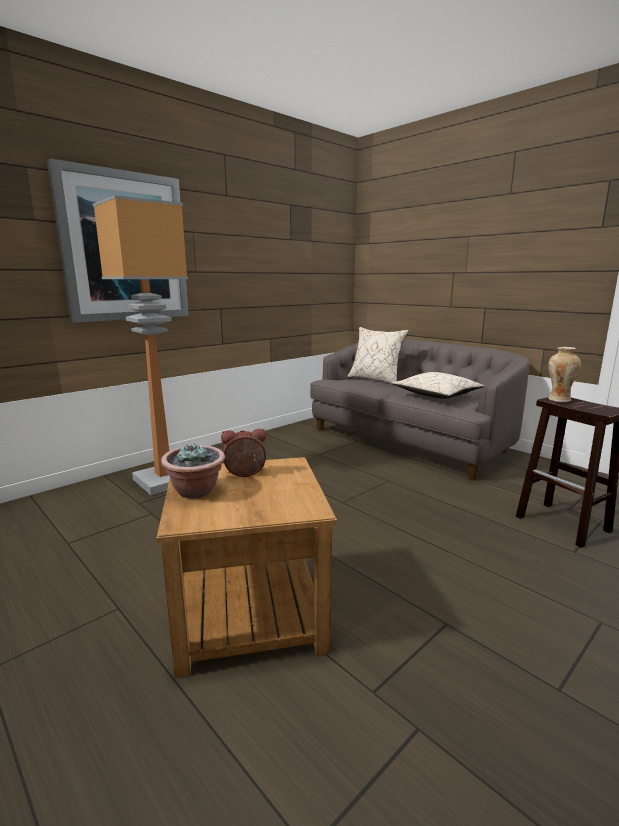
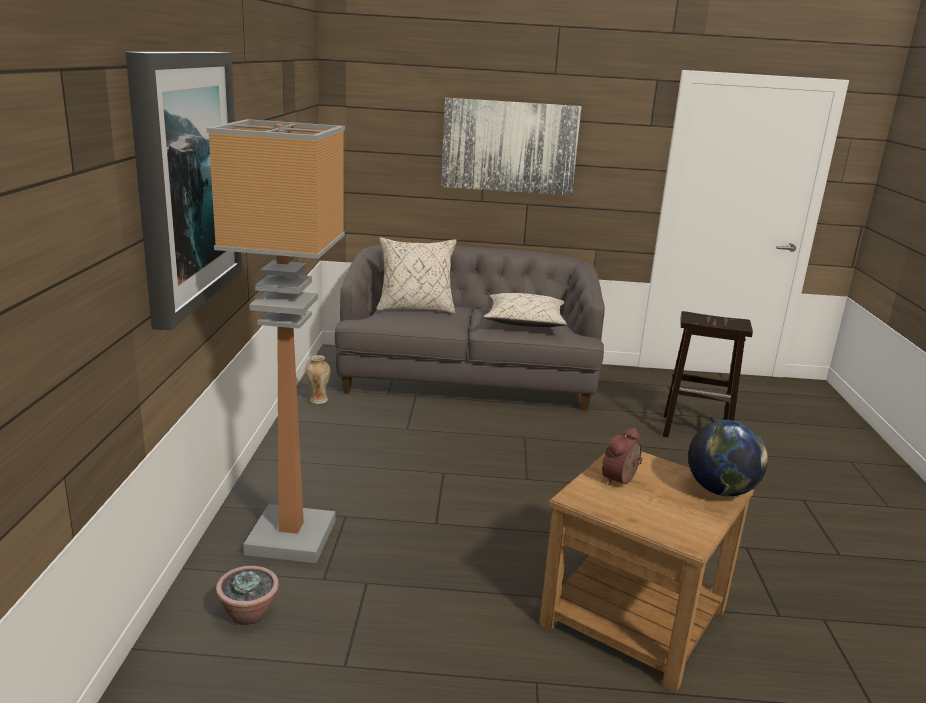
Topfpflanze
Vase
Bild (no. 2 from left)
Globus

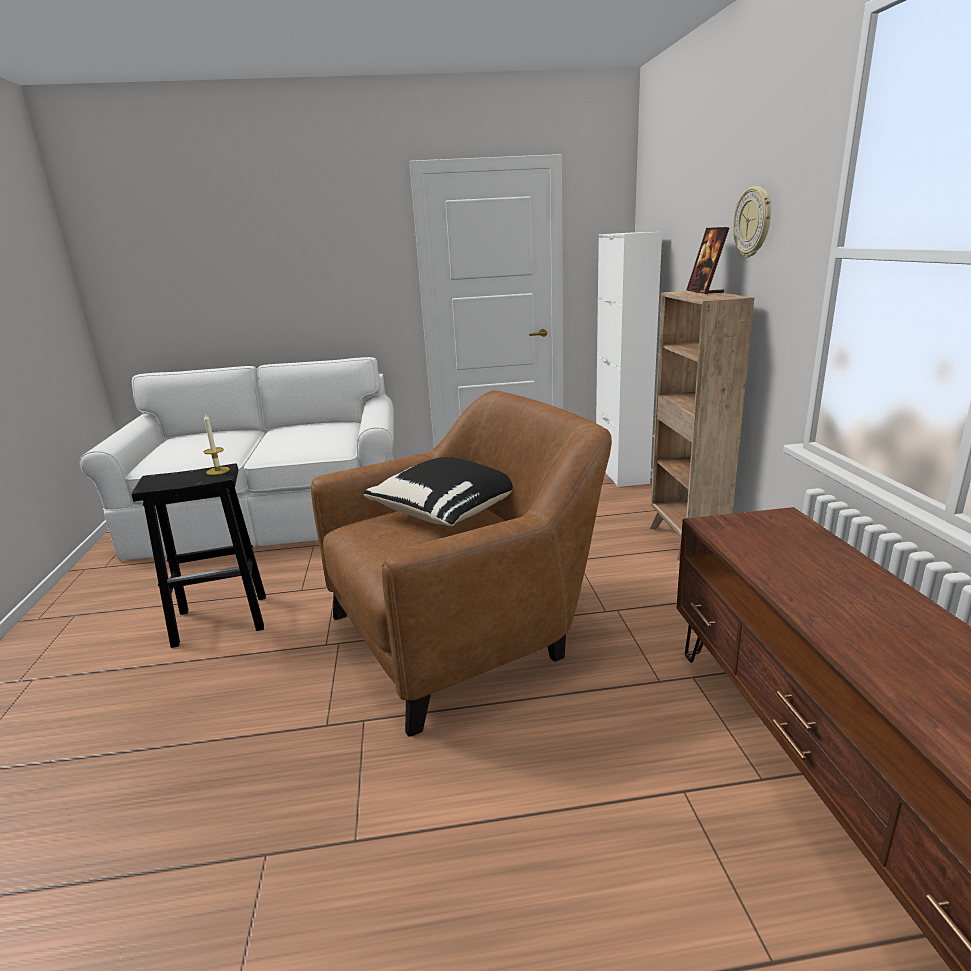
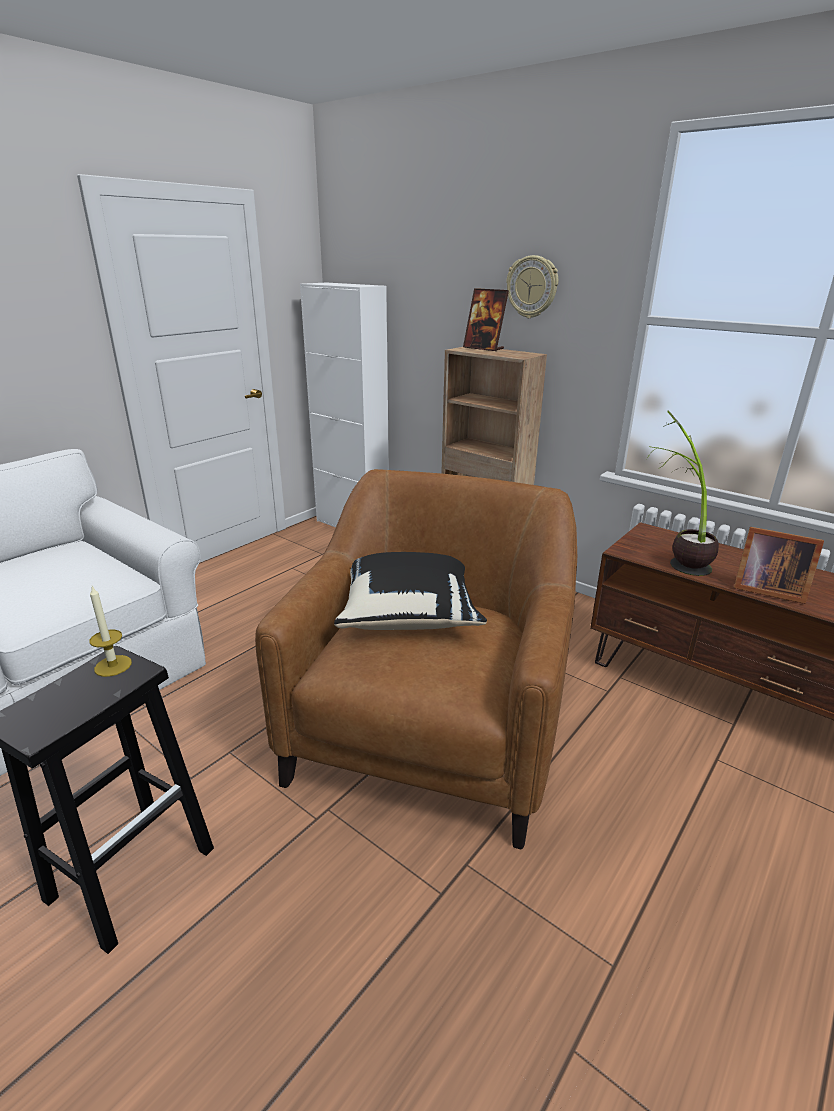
Topfpflanze
Bilderrahmen (no. 2 from left)

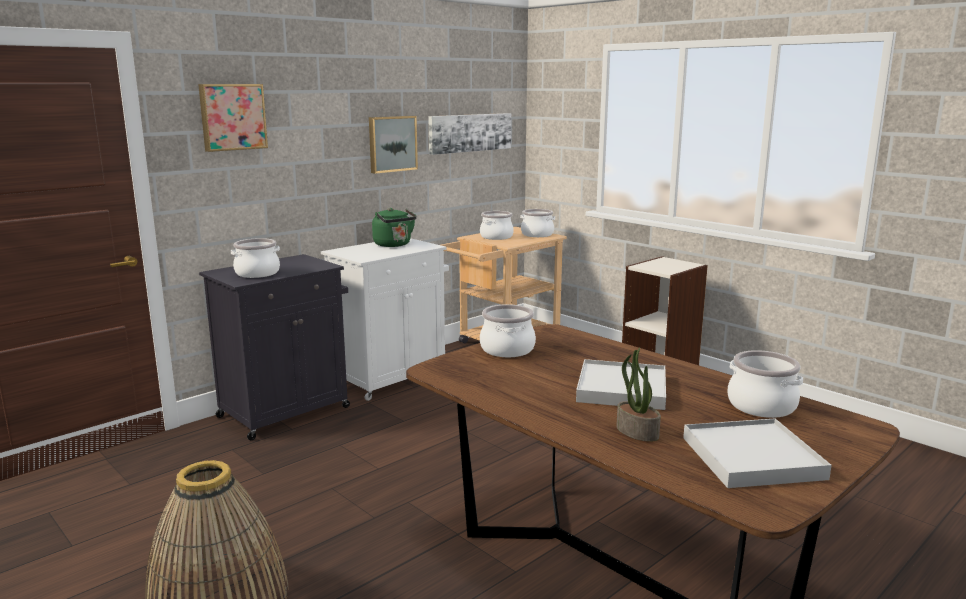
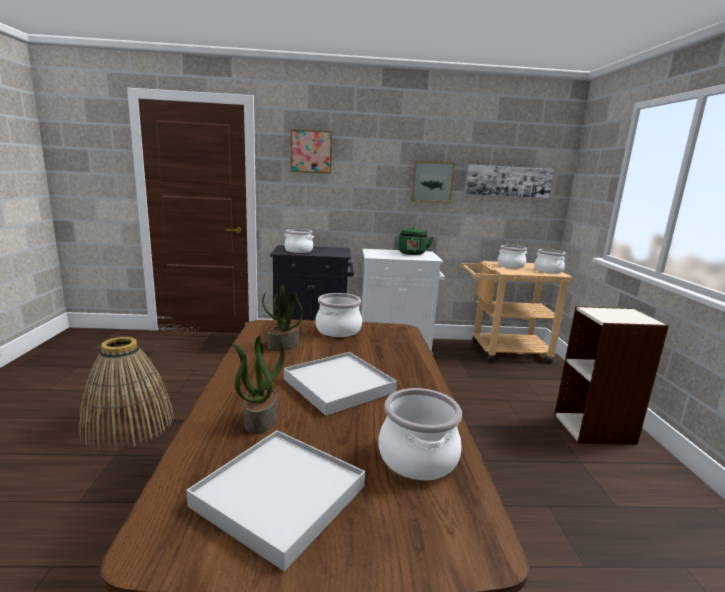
Topfpflanze (no. 2 from left)

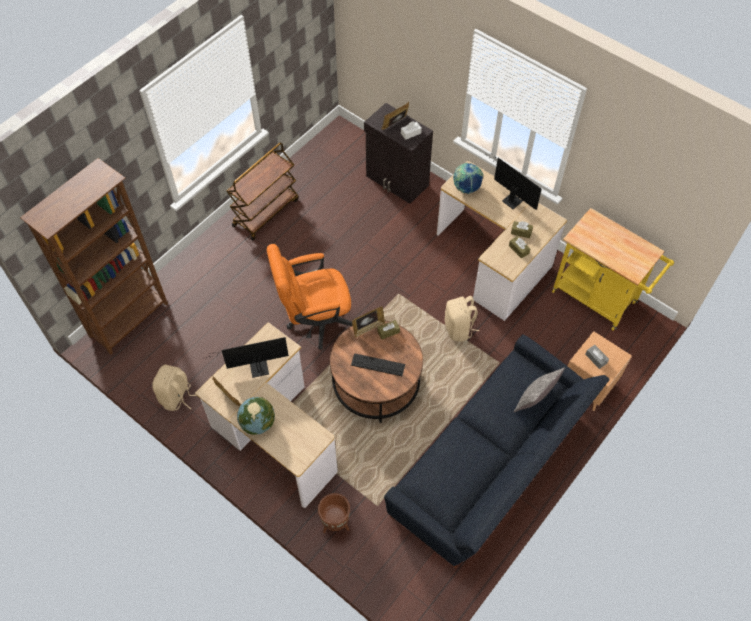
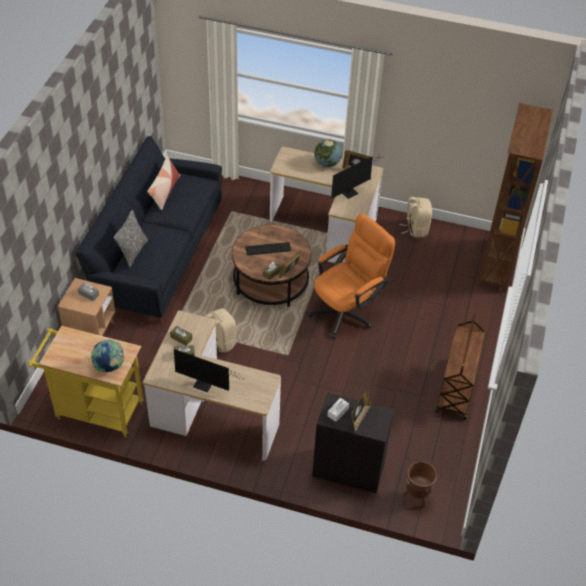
Globus (no. 1 from left)
Kissen (no. 2 from left)
Pflanzkübel (braun)

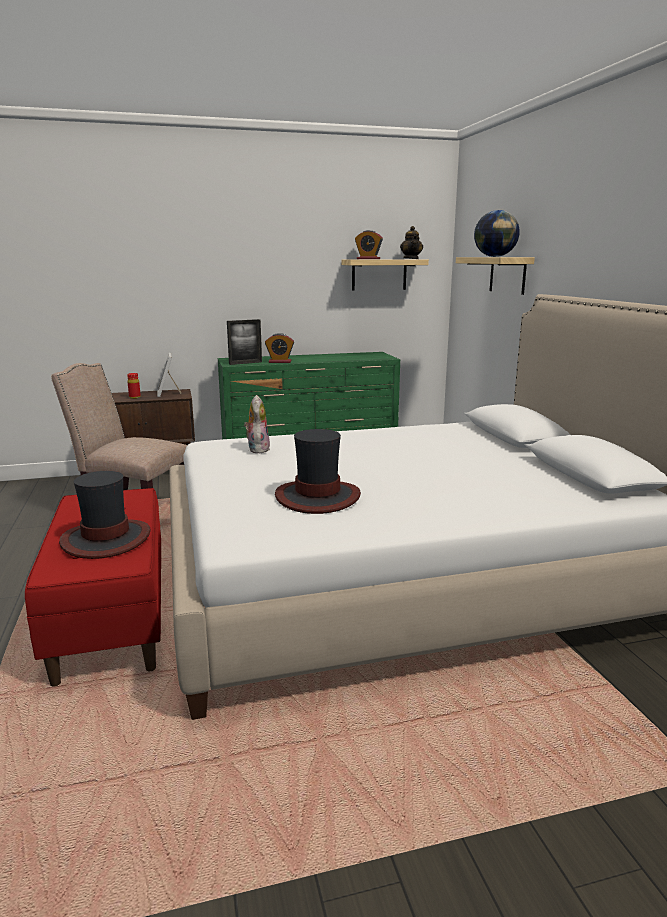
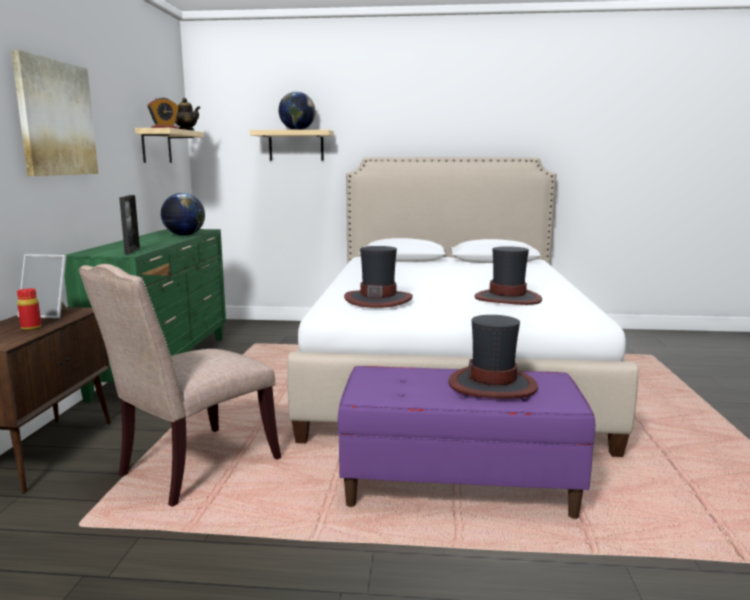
Bild
Globus (no. 1 from left)
Bank (lila)
Hut (no. 1 from left)
Wecker (no. 1 from left in the first image)

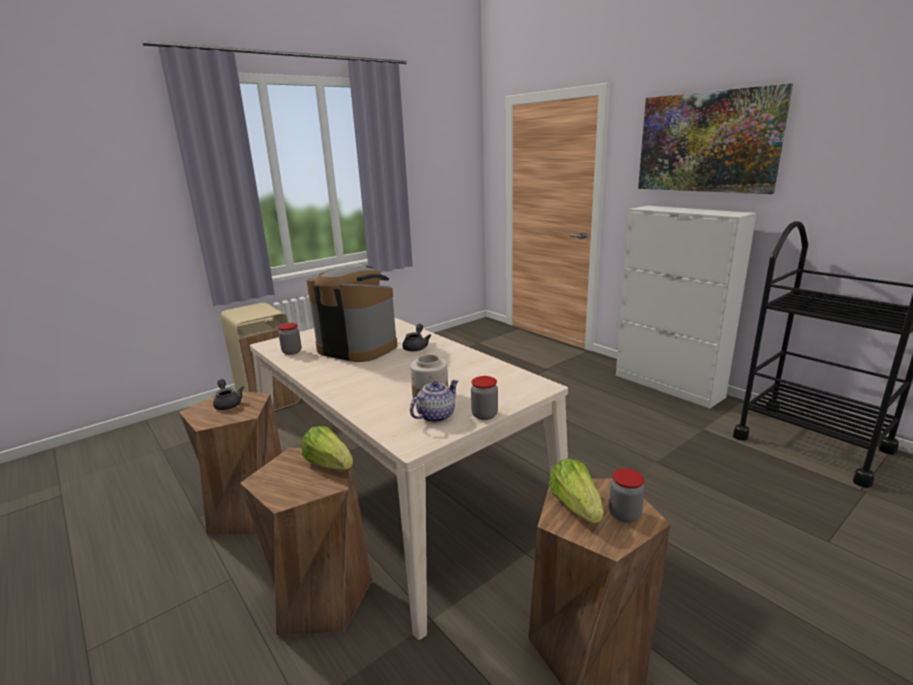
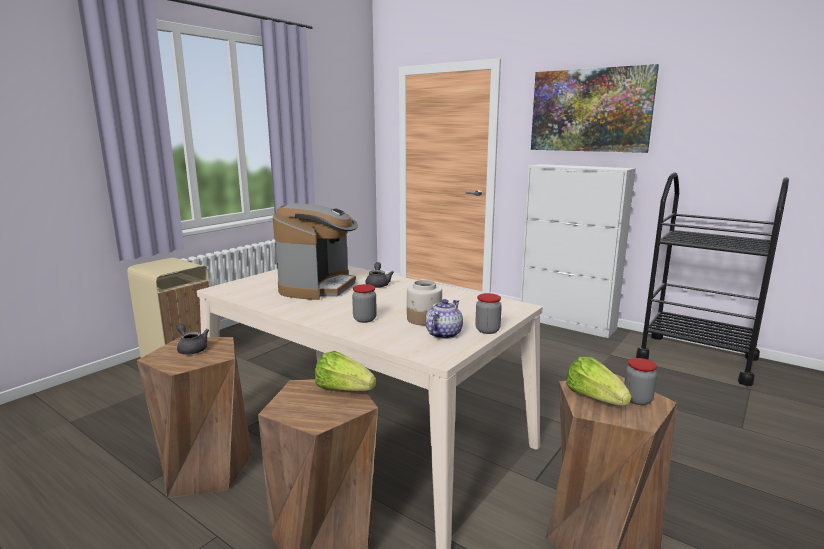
Kaffeemaschine
Vorratsglas (no. 1 from left)

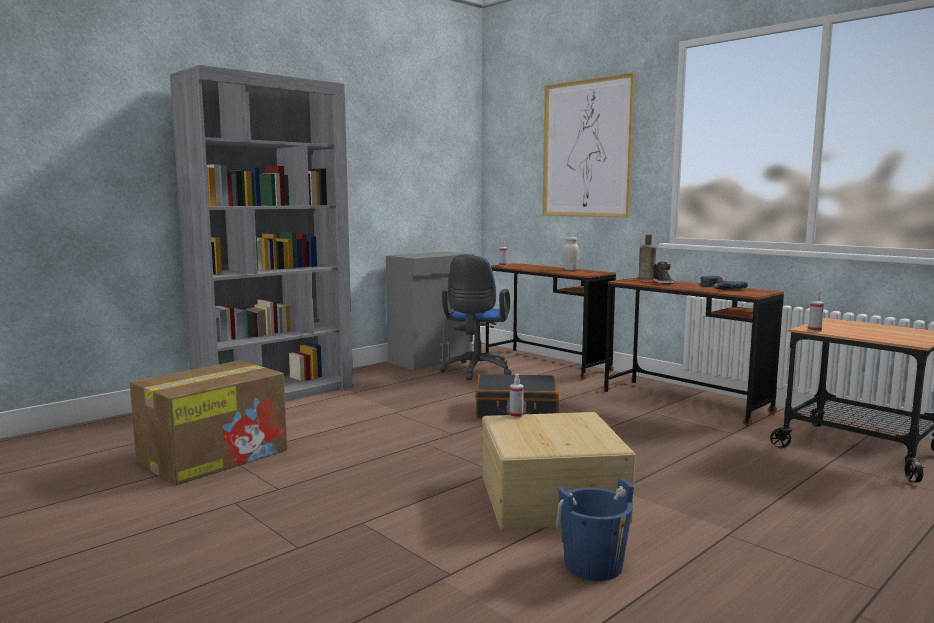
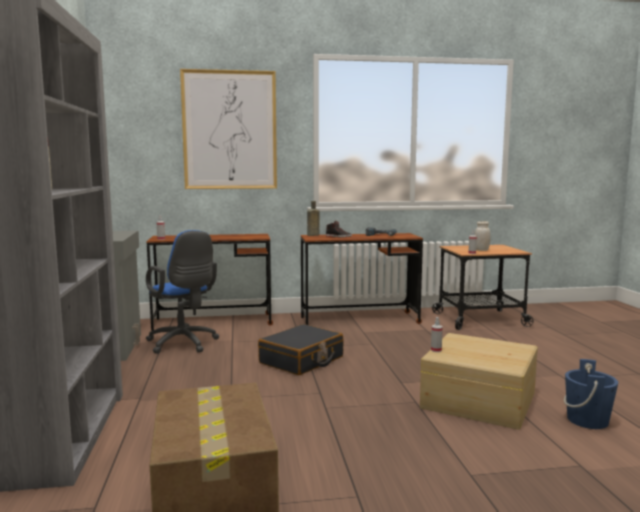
Vorratsglas (weiß)

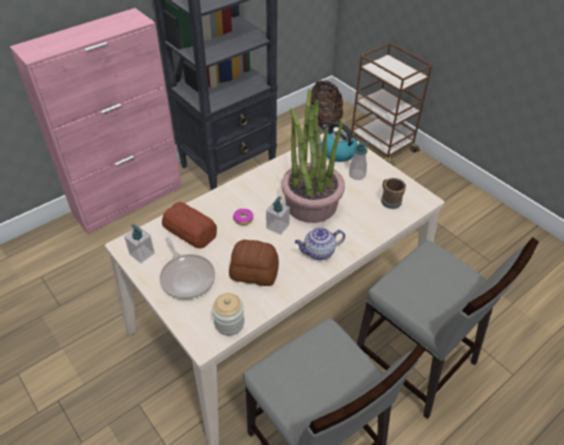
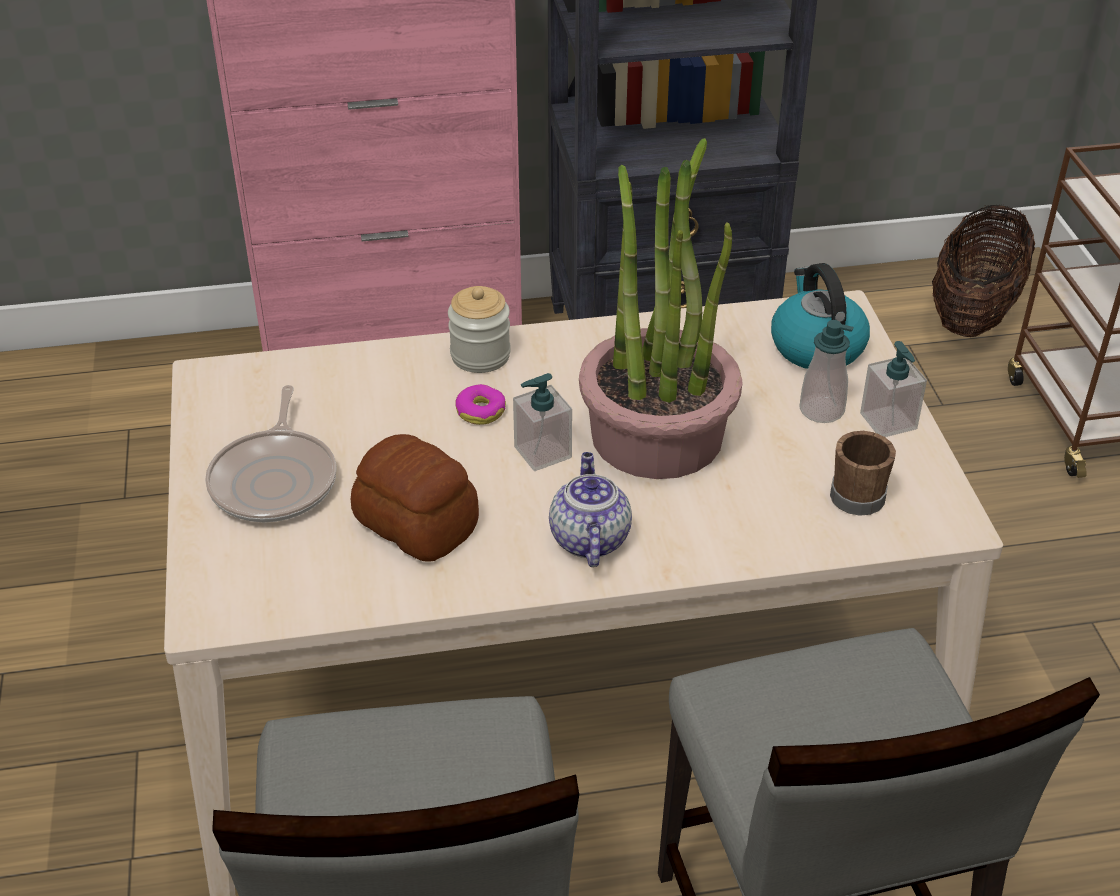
Vorratsglas
Teekanne
Seifenspender (no. 3 from left)
Brot (no. 1 from left in the first image)

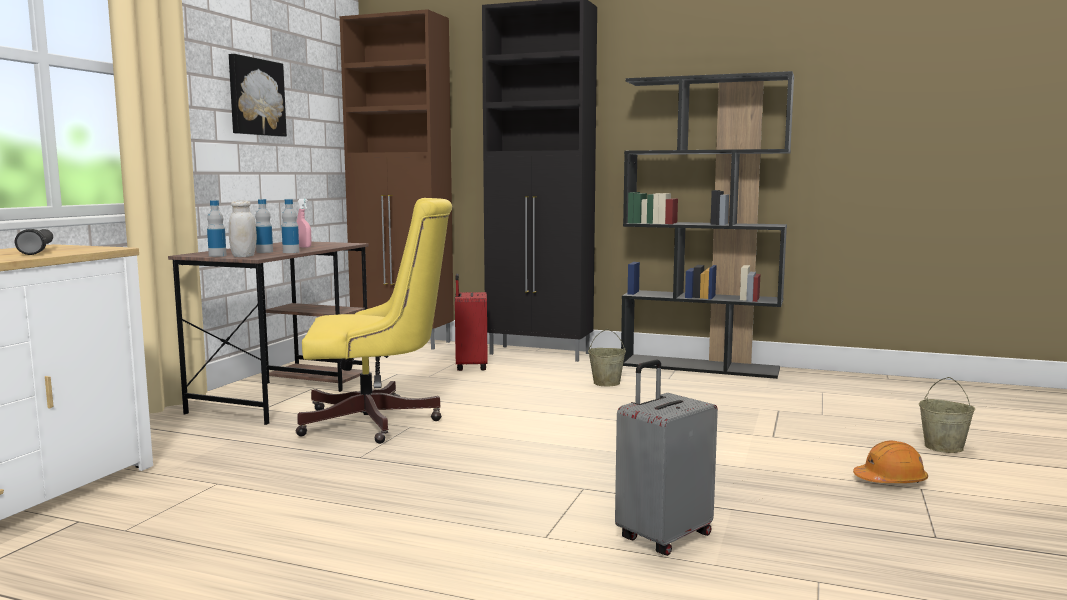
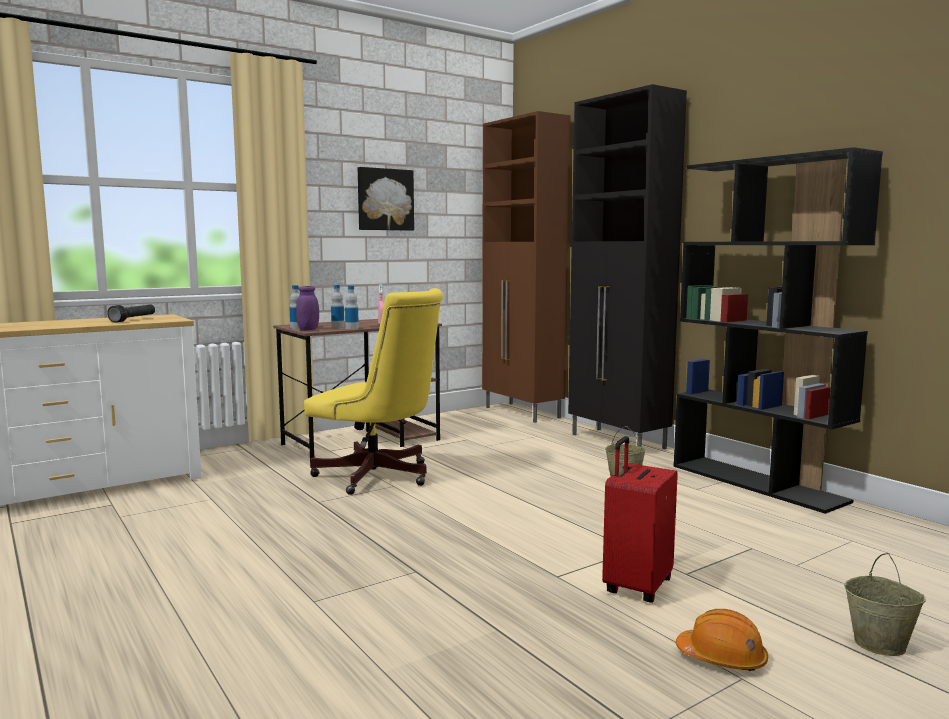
Vorratsglas (lila)
Koffer (rot)
Koffer (grau)

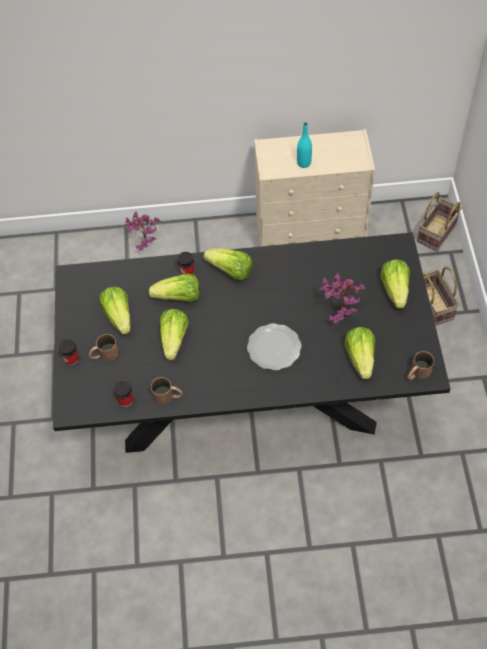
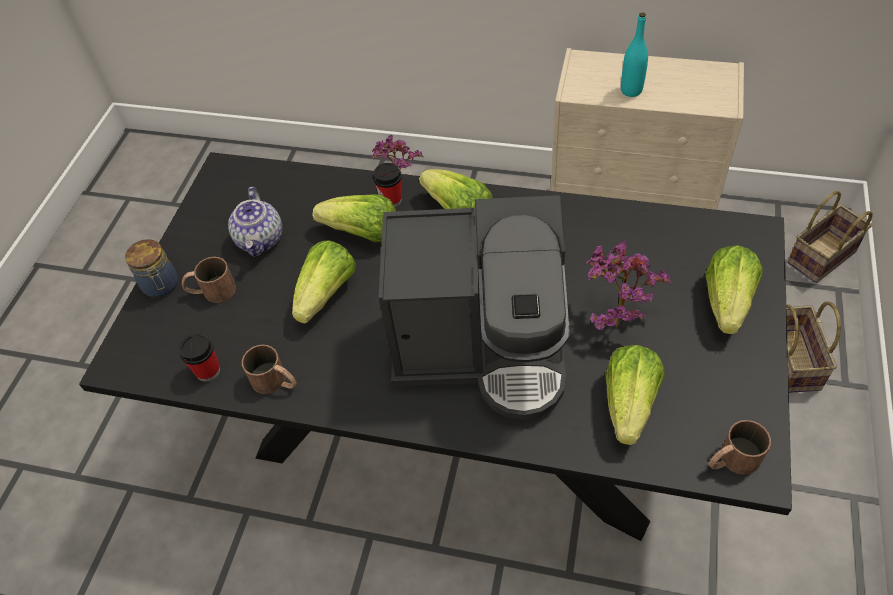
Vorratsglas
Teekanne
Kaffeemaschine

